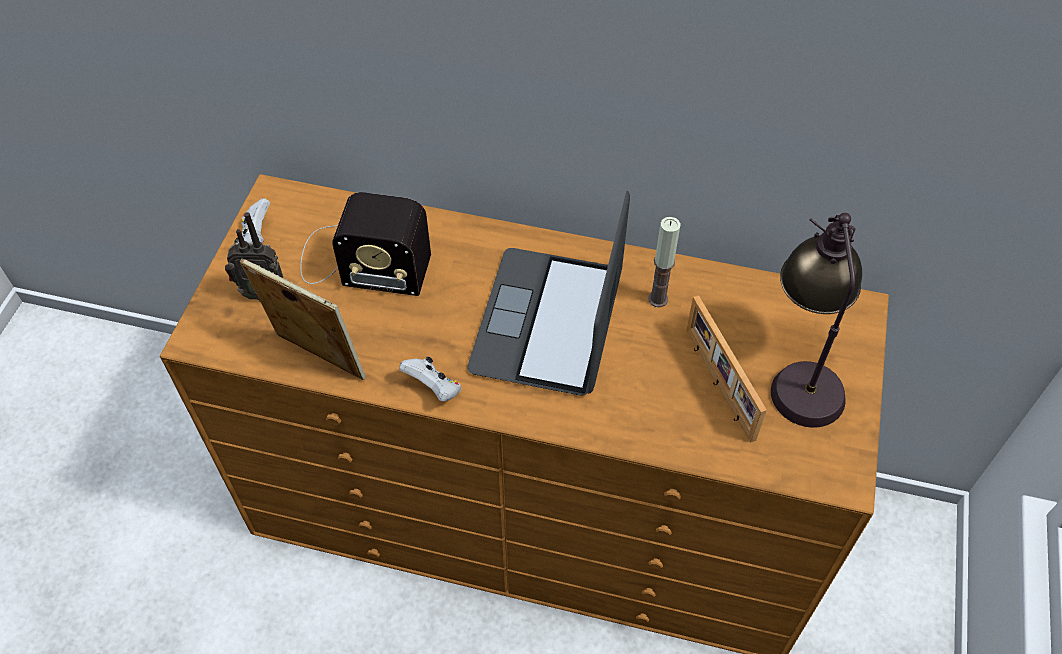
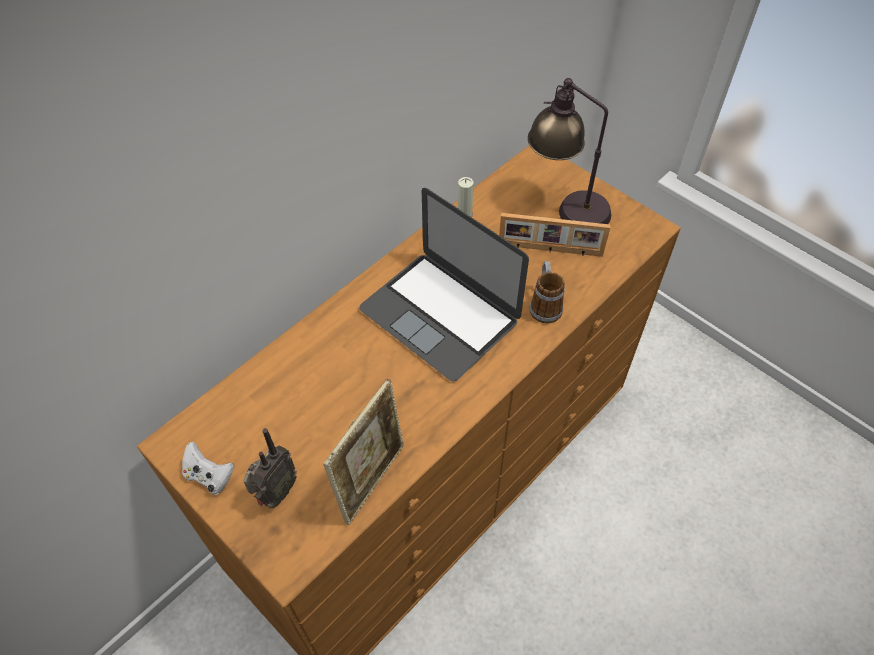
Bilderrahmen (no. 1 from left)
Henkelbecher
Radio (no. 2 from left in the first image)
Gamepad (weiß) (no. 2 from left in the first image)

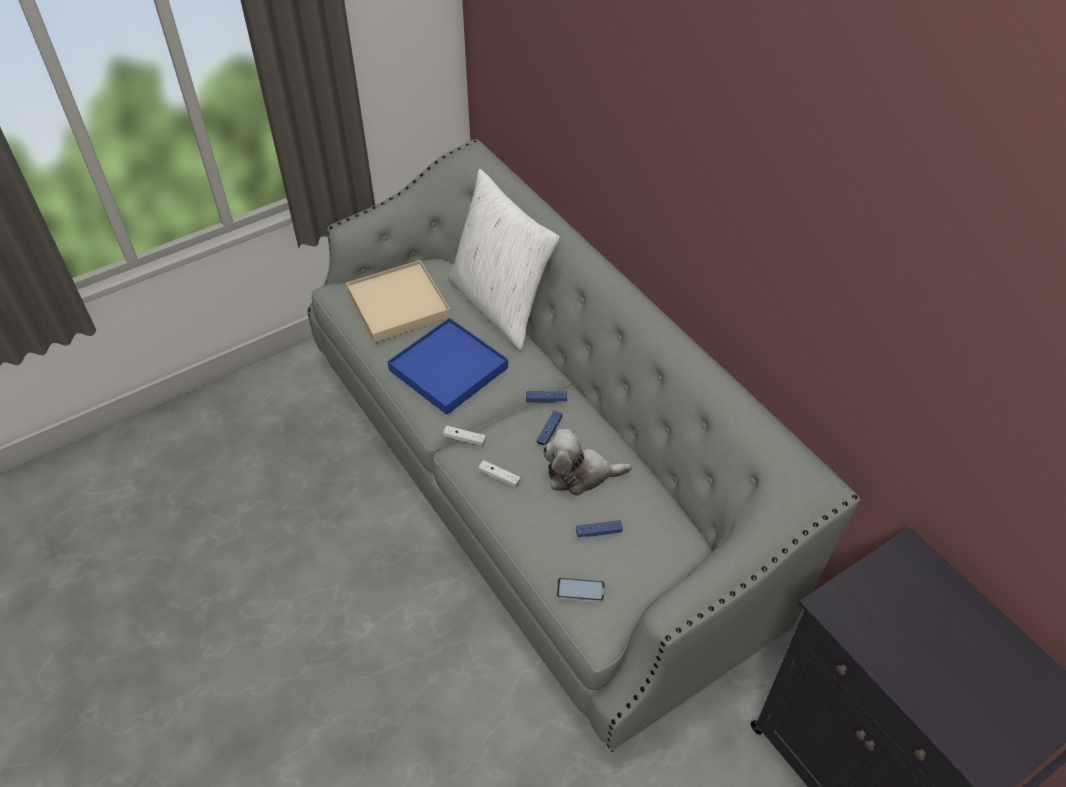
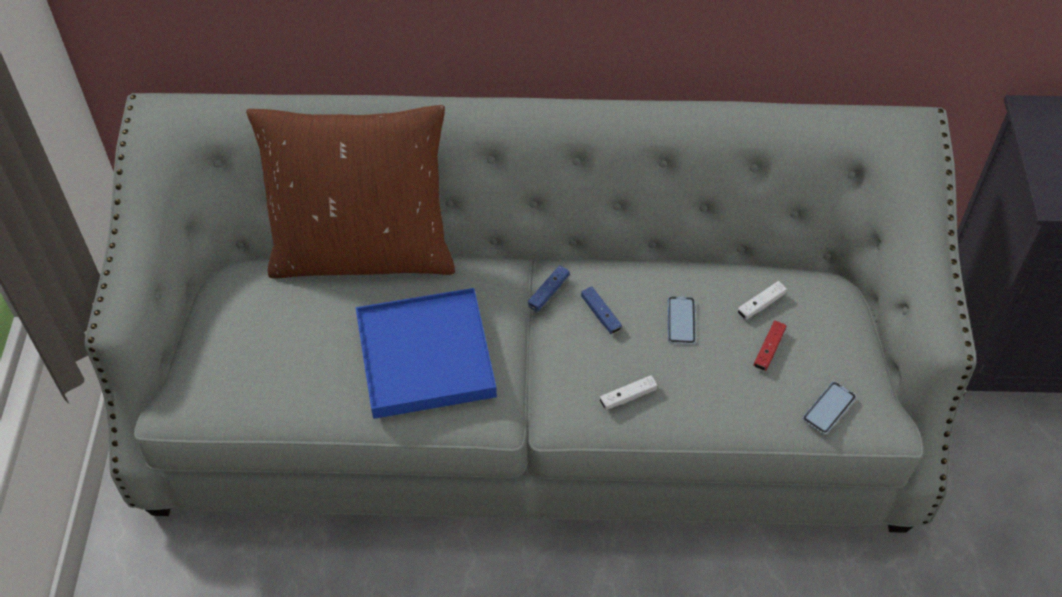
Kissen (braun)
Handy (no. 1 from left)
Gamepad (weiß) (no. 2 from left)
Gamepad (rot)
Tablett (beige)

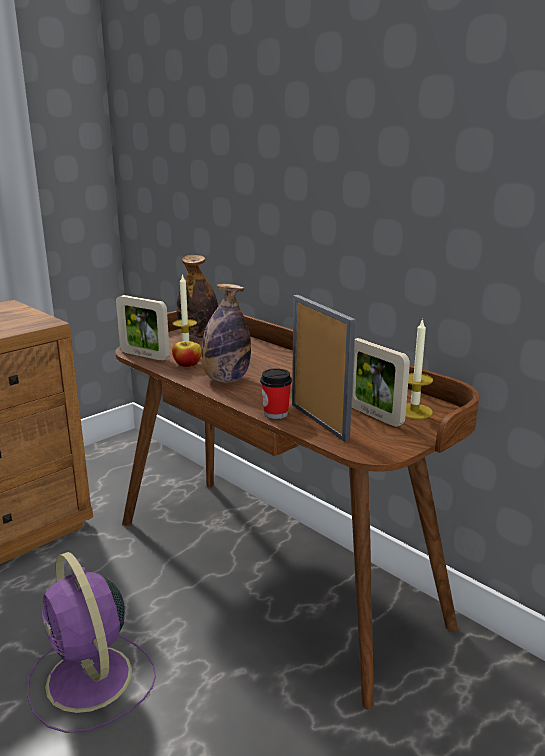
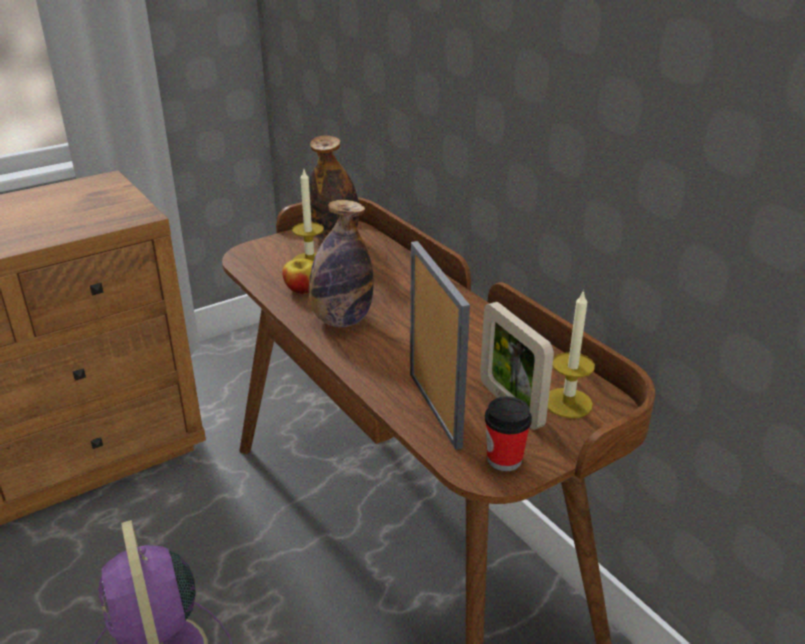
Tasse
Bilderrahmen (no. 1 from left in the first image)

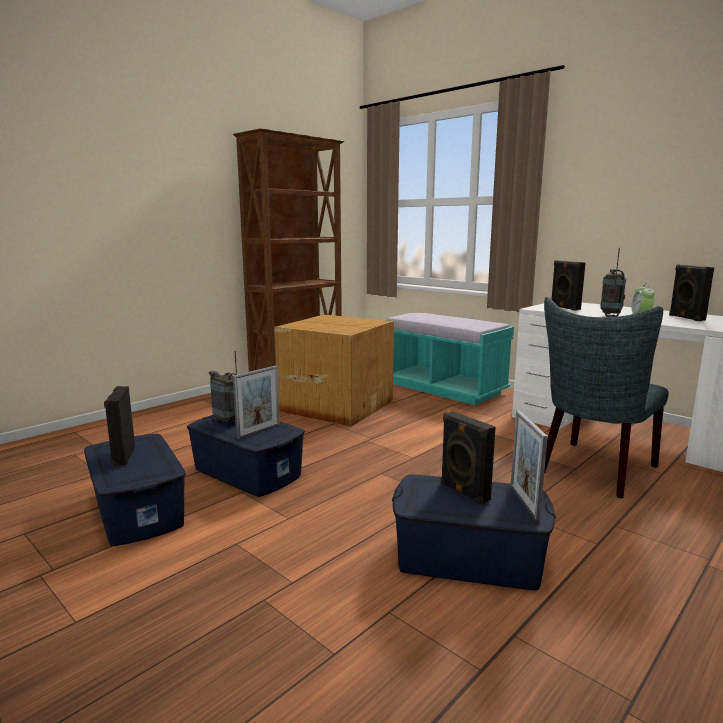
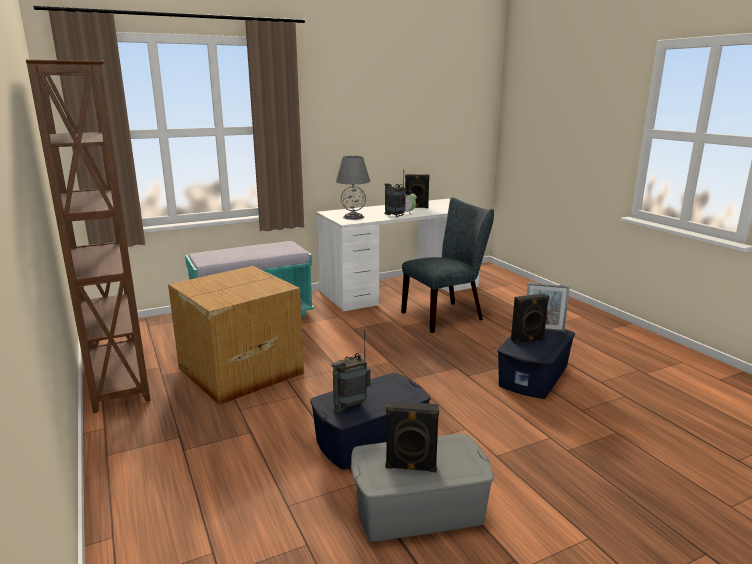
Tischlampe (grau)
Aufbewahrungsbox (grau)
Stuhl (grau)
Bilderrahmen (no. 1 from left in the first image)

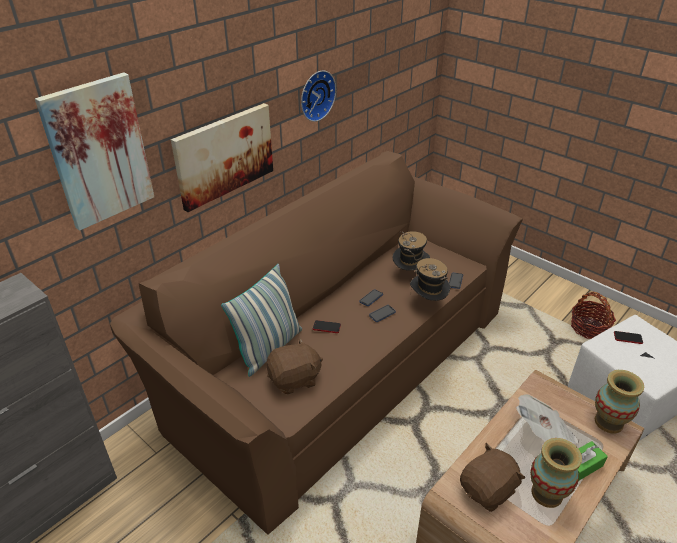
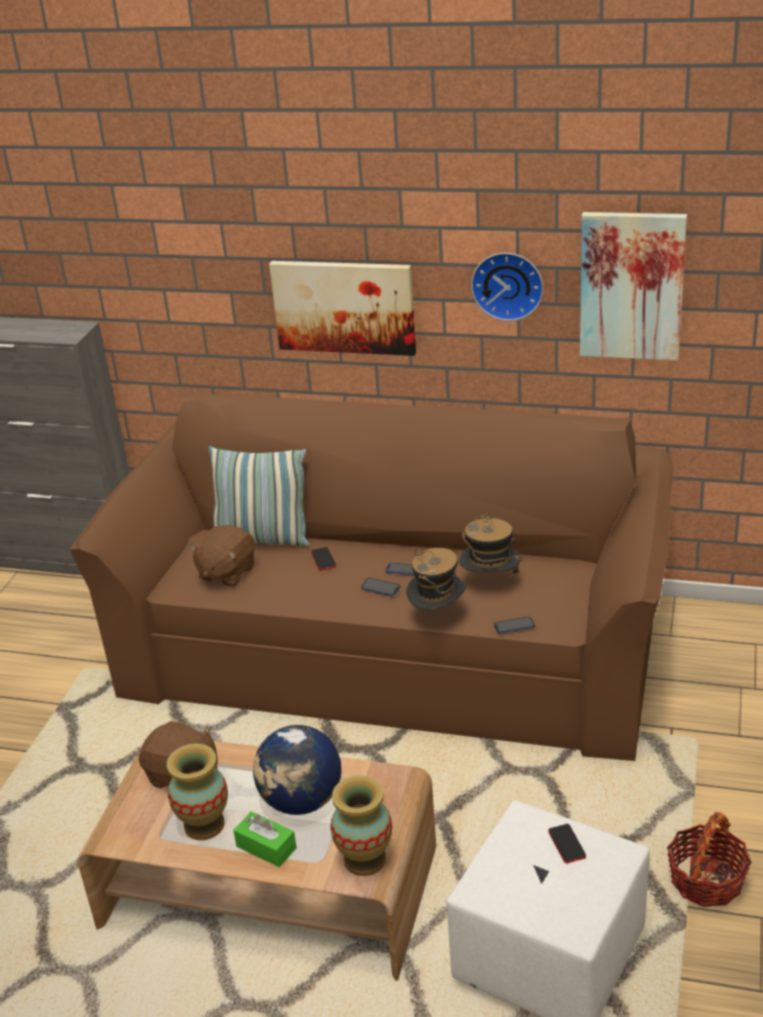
Plüschtier (braun) (no. 2 from left)
Globus
Bild (no. 2 from left)

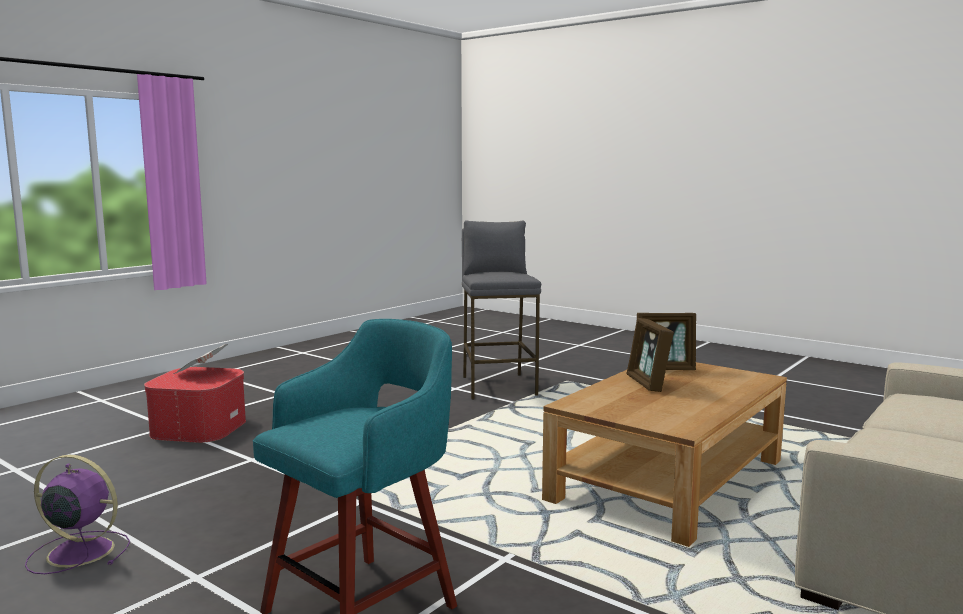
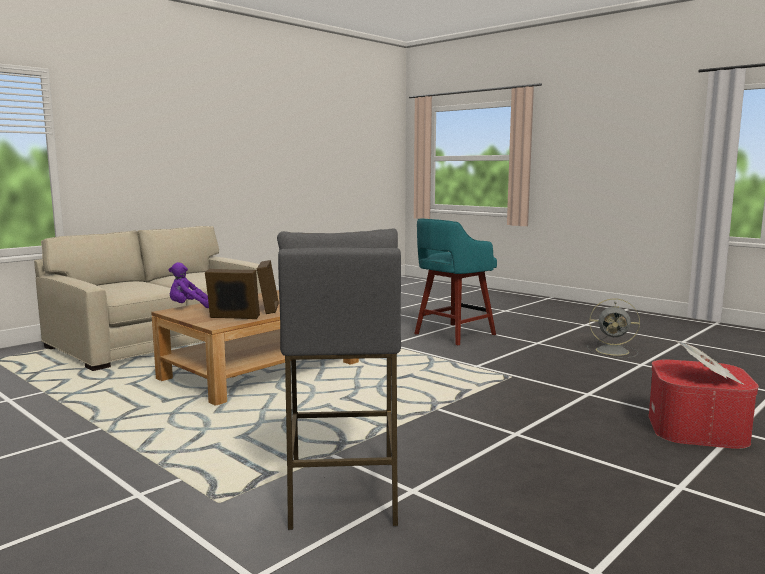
Plüschtier (lila)
Ventilator (grau)

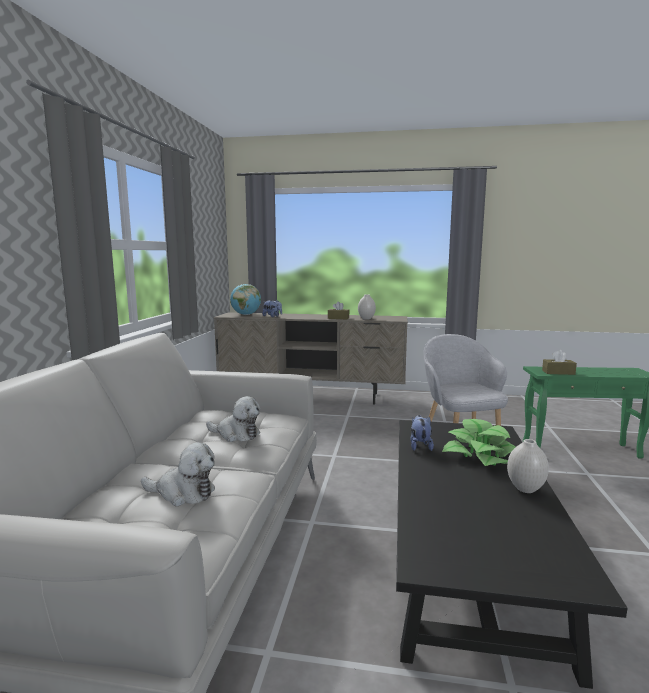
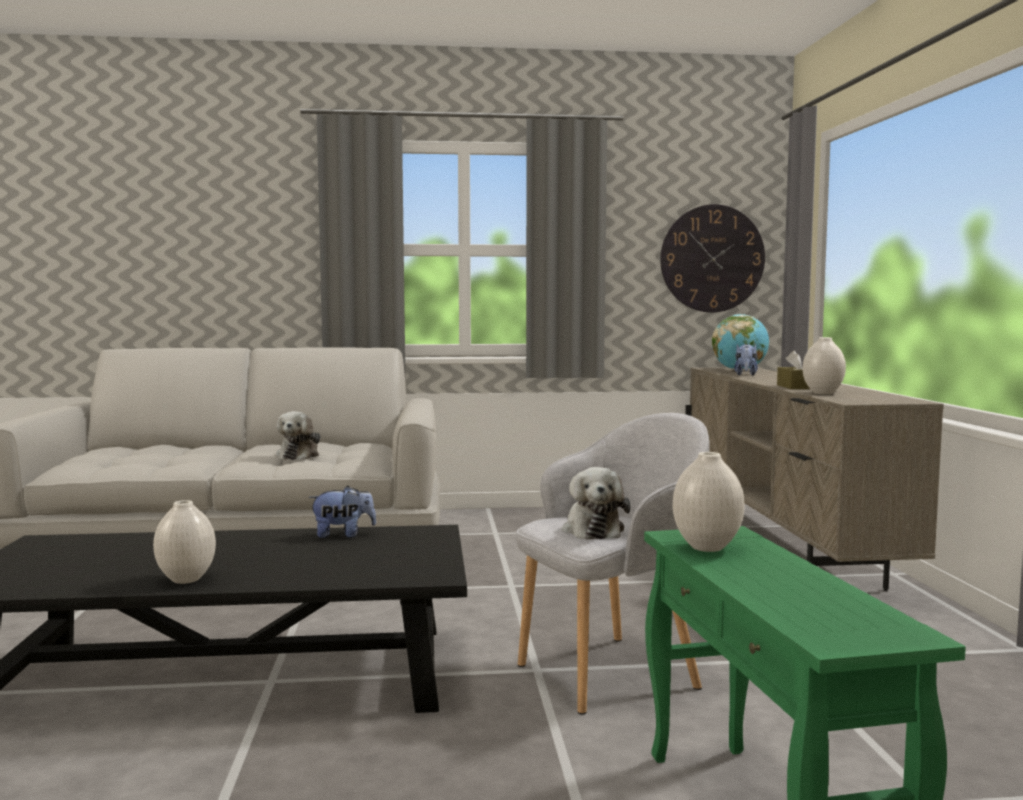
Plüschtier (no. 3 from left)
Wanduhr
Vase (weiß) (no. 2 from left)
Topfpflanze

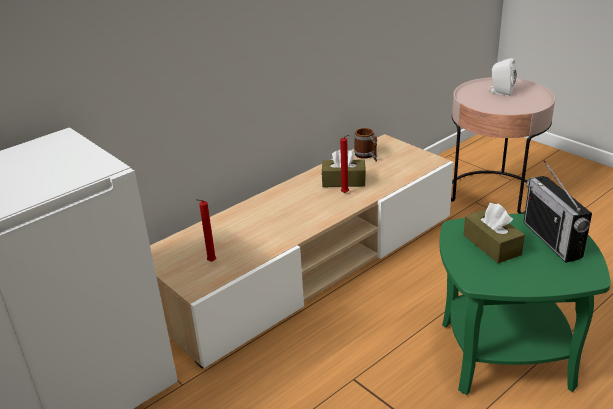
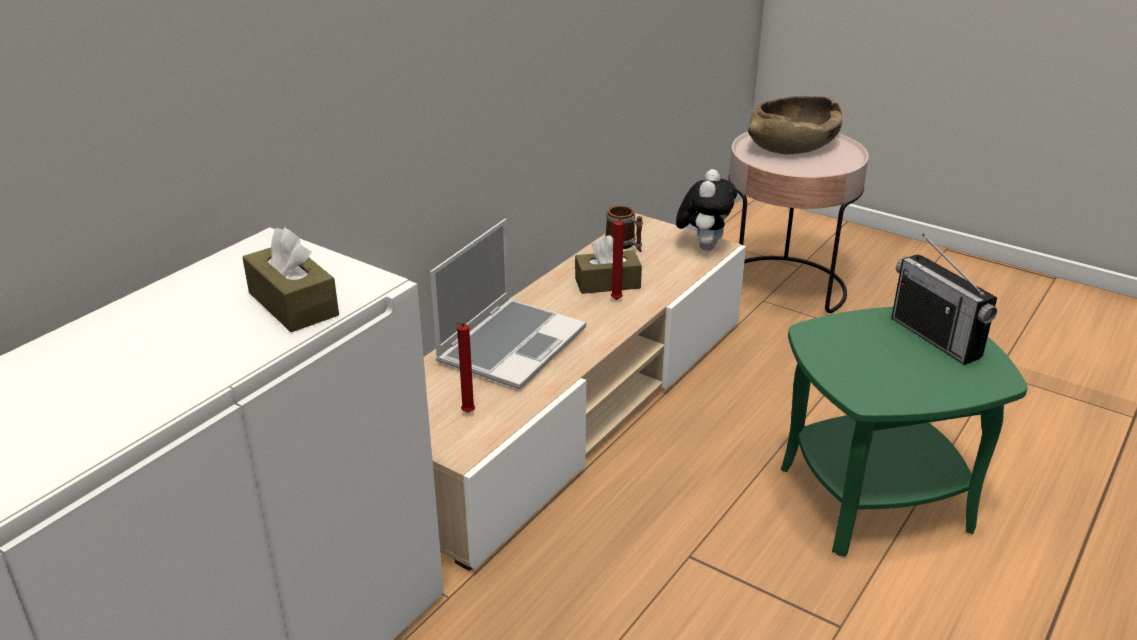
Taschentuchbox (braun) (no. 1 from left)
Laptop
Plüschtier
Schüssel (braun)

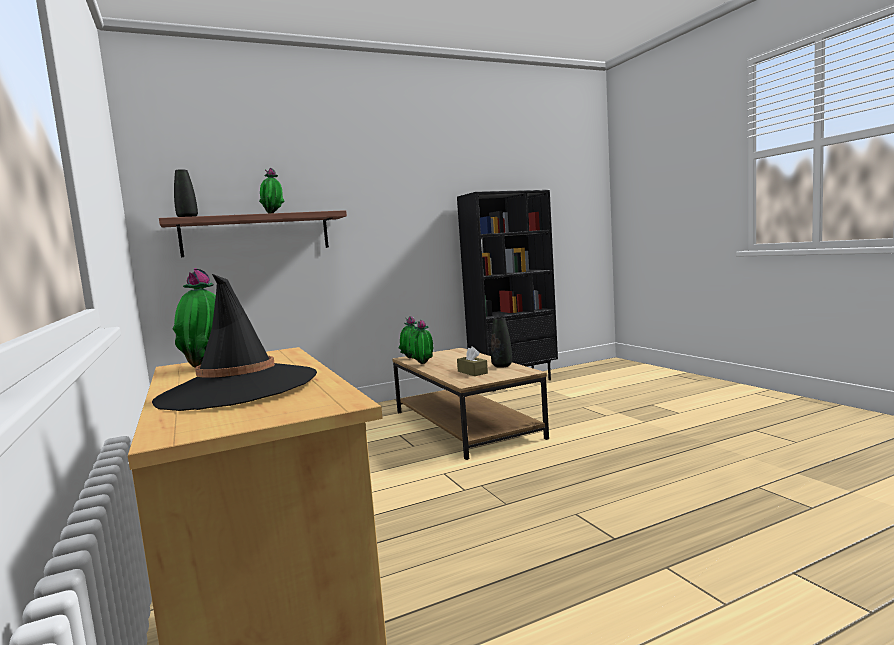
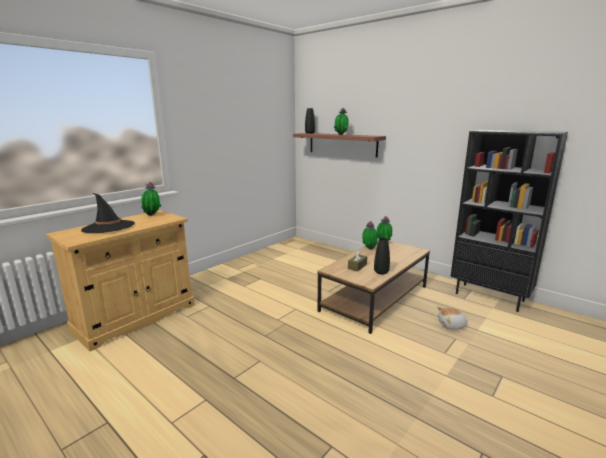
Plüschtier

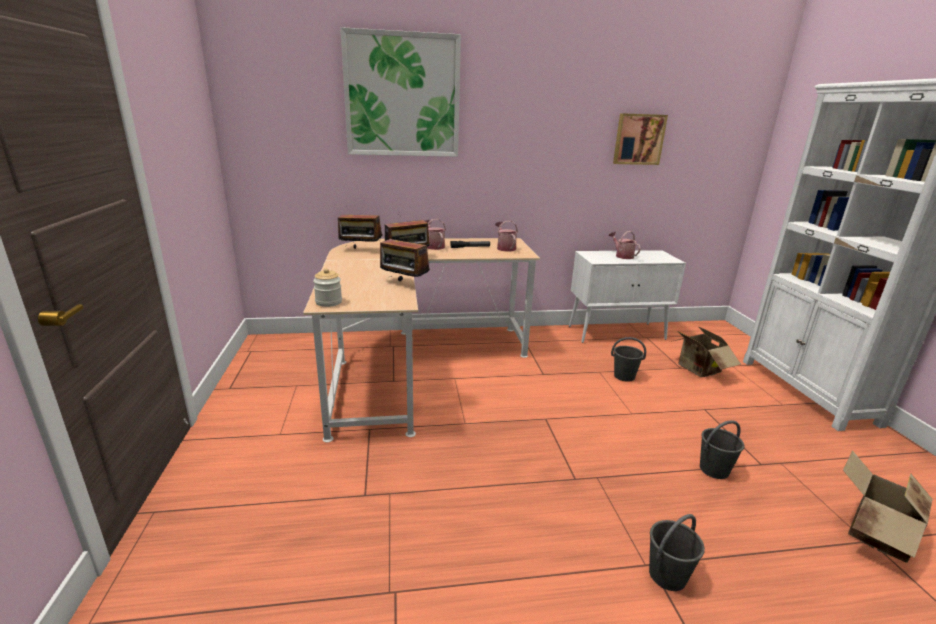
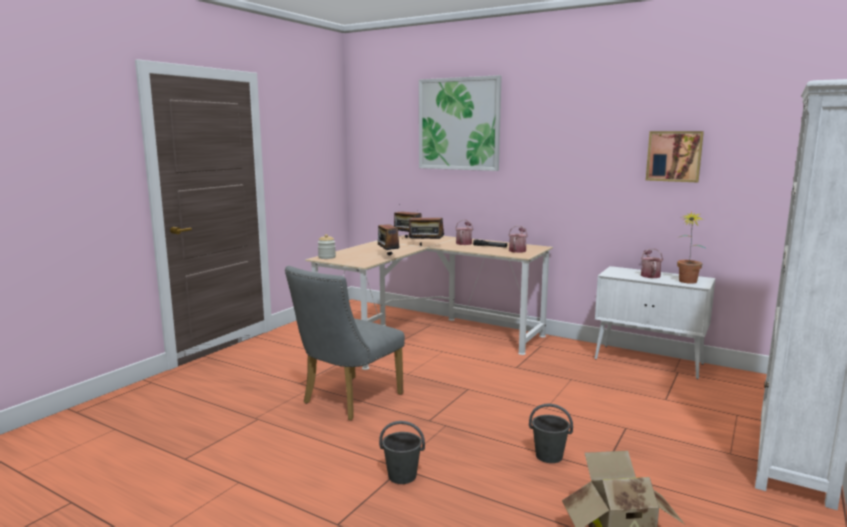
Stuhl (grau)
Topfpflanze
Eimer (grau) (no. 1 from left in the first image)
Karton (no. 1 from left in the first image)

